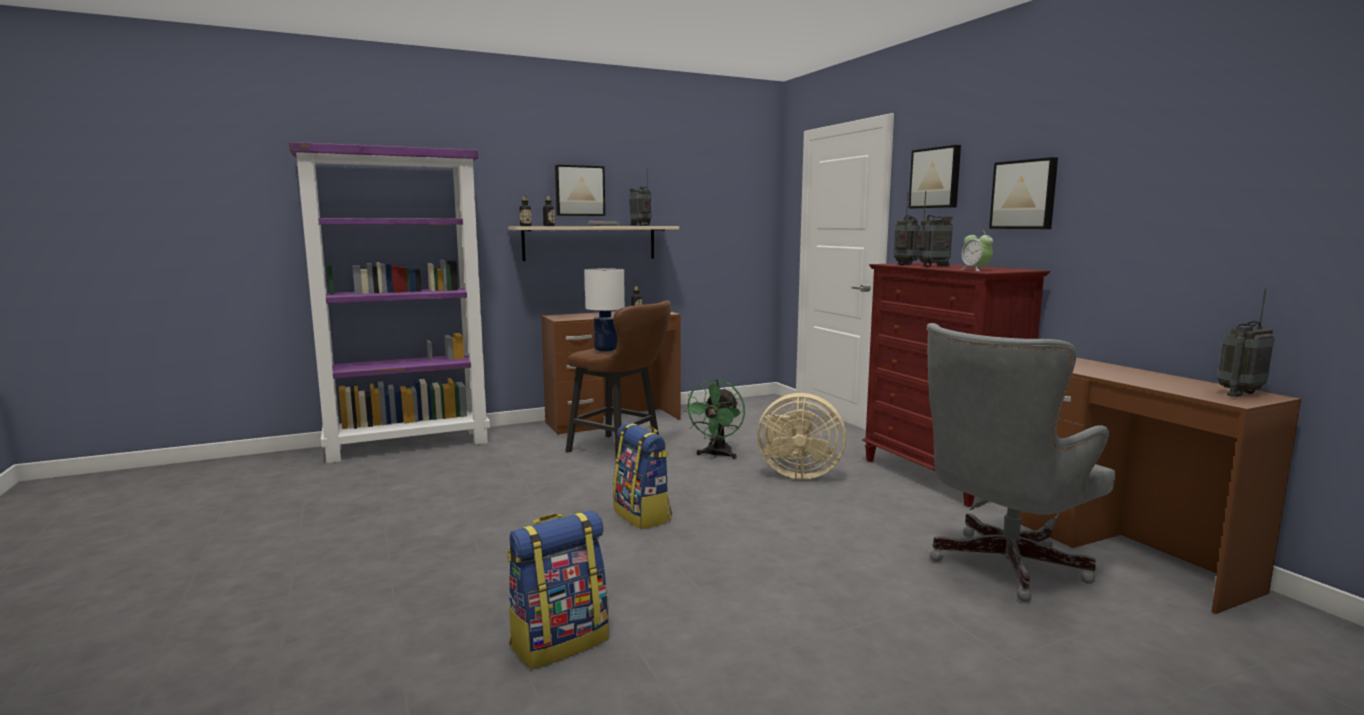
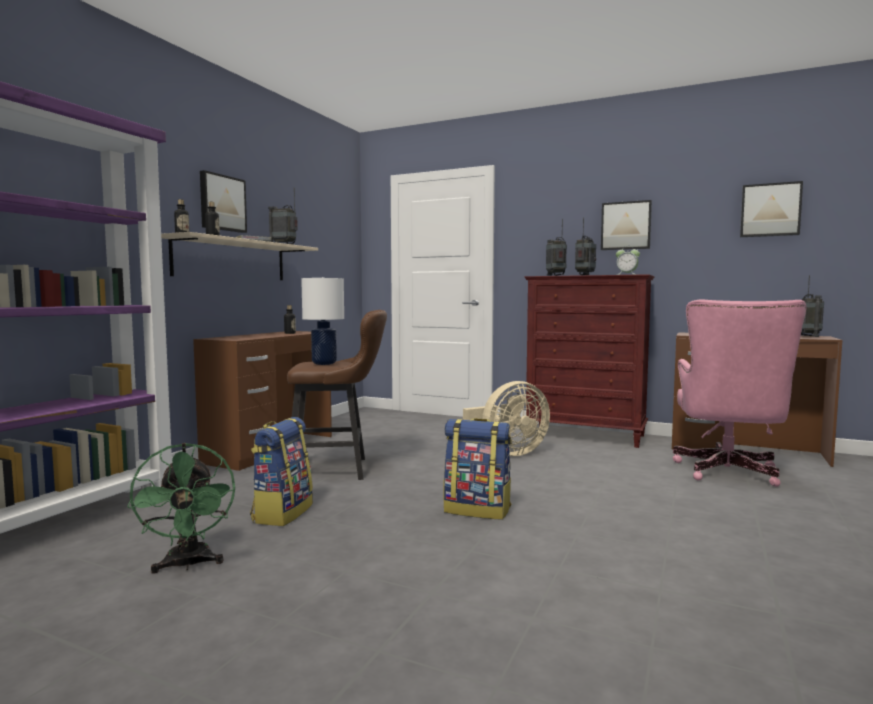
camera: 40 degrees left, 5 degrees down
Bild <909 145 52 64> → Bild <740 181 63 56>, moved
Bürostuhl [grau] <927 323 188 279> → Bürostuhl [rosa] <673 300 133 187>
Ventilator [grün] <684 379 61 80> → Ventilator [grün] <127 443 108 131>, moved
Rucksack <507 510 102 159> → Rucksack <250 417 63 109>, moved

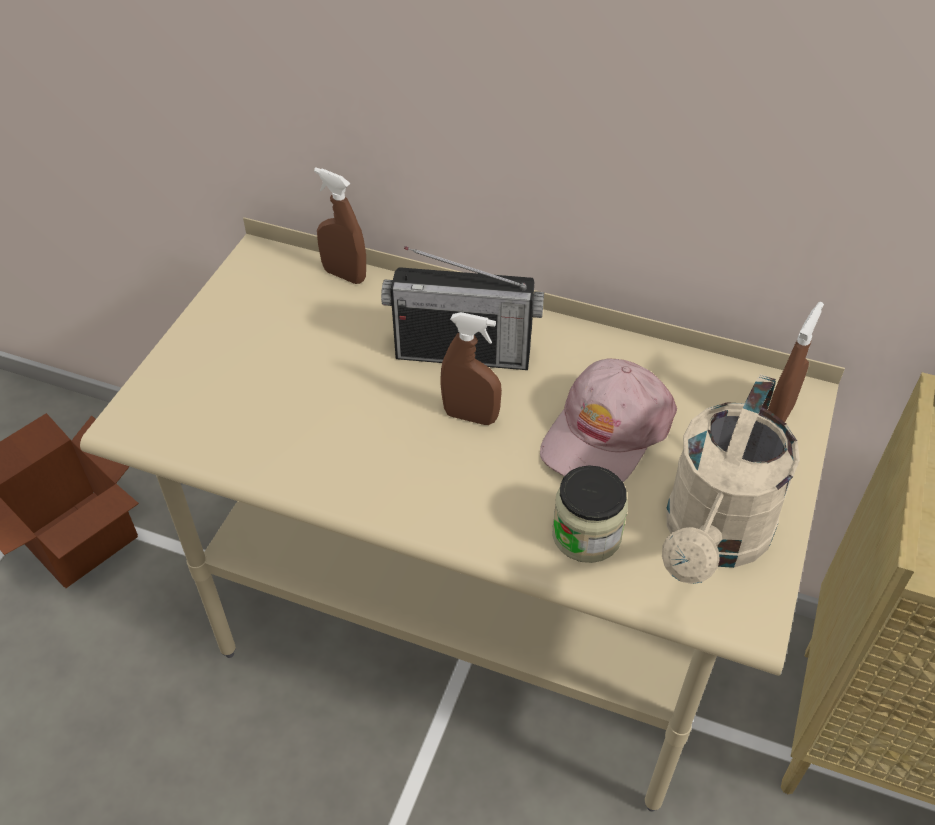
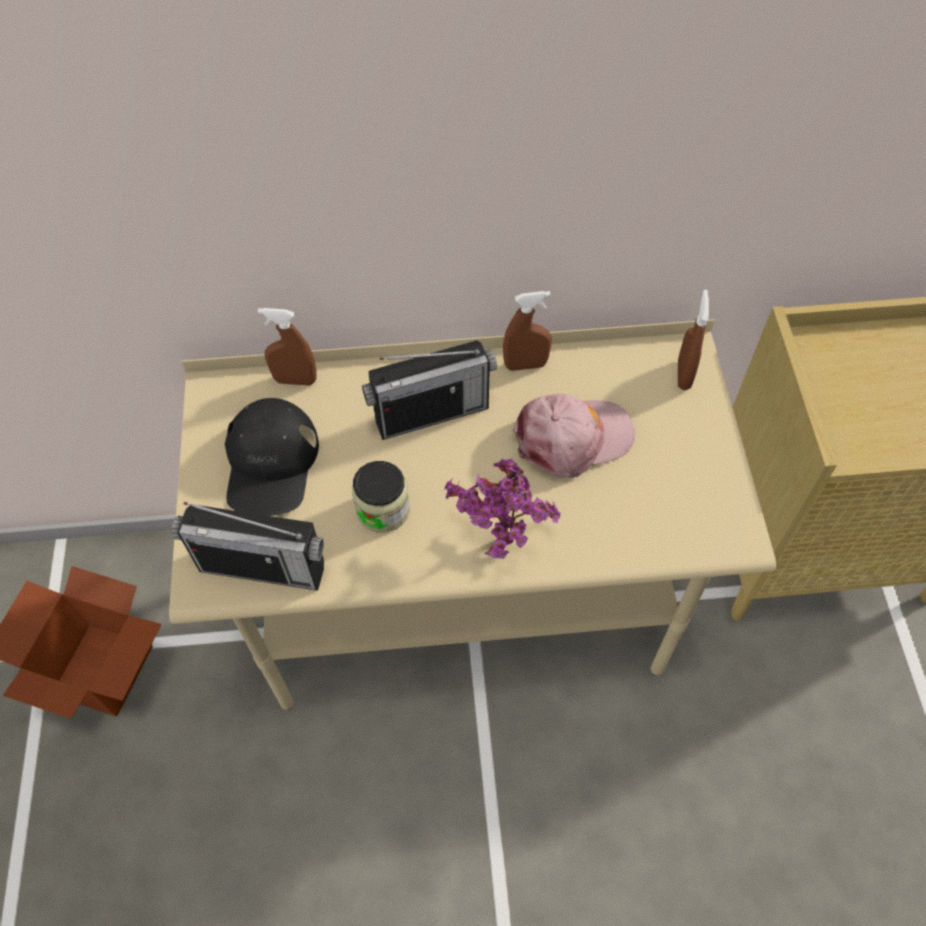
camera: 25 degrees left, 10 degrees up
Sprühflasche [braun] <440 312 62 113> → Sprühflasche [braun] <503 291 49 80>, moved
Kappe [rosa] <540 358 137 124> → Kappe [rosa] <513 394 122 84>, 120 degrees counterclockwise
Gießkanne [beige] <662 374 138 210> → -
Vorratsglas <552 465 76 98> → Vorratsglas <352 461 58 72>, moved
- → Kappe [schwarz] <225 398 94 118>
- → Topfpflanze <445 459 115 100>
- → Radio <172 502 152 89>

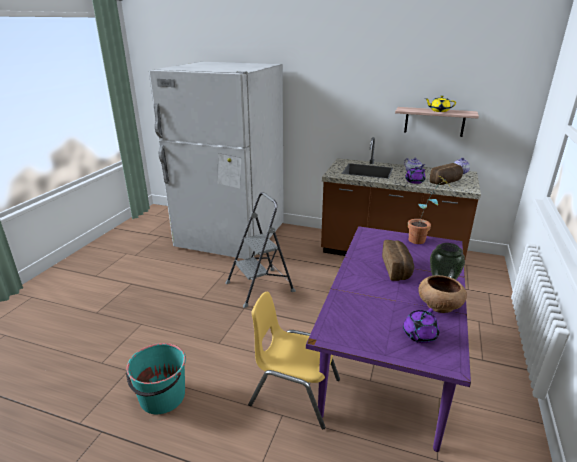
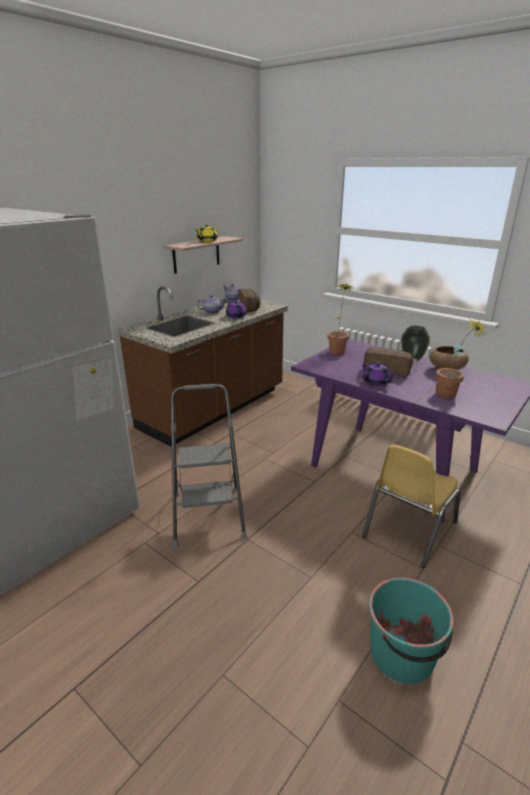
camera: 70 degrees left, 0 degrees up
Teekanne [lila] <403 308 37 35> → Teekanne [lila] <362 362 34 24>, moved
- → Topfpflanze <436 319 51 79>

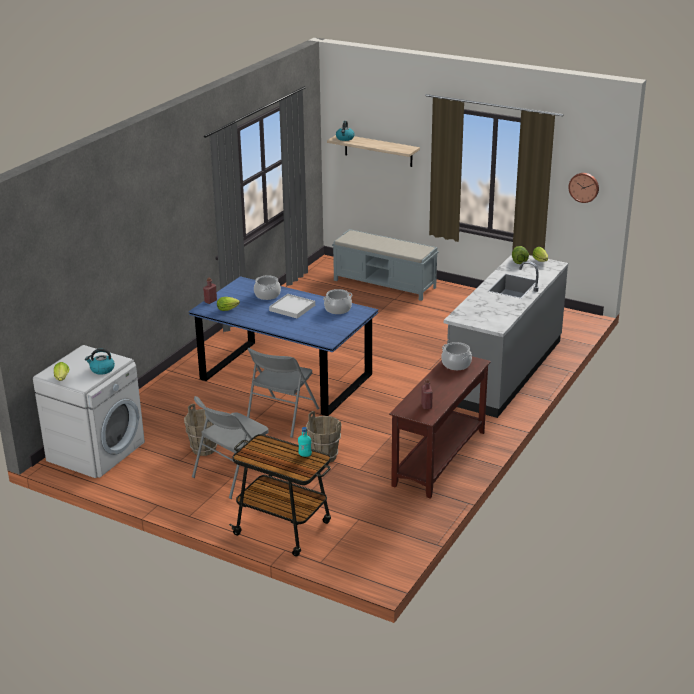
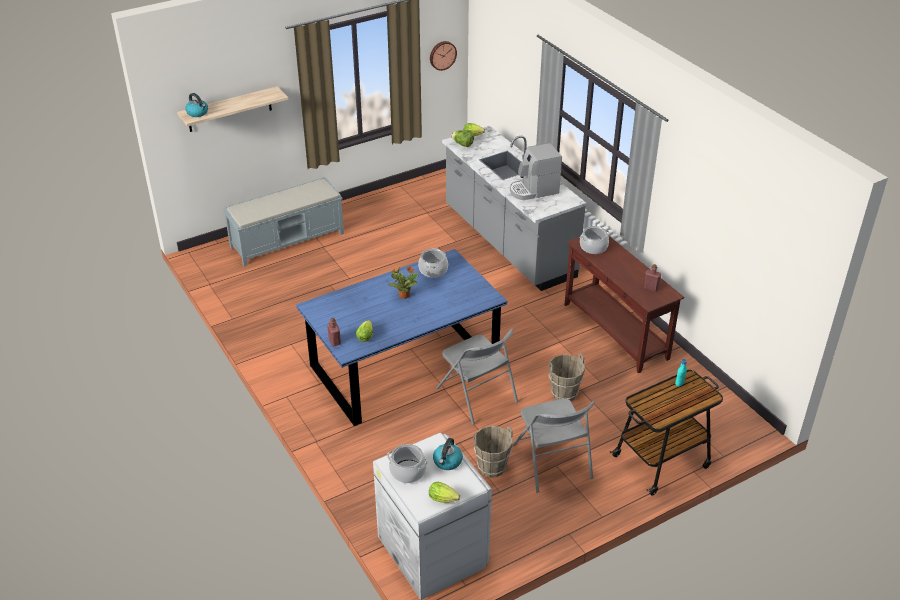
camera: 60 degrees left, 10 degrees up
Kochtopf <254 276 27 24> → Kochtopf <387 444 41 39>, moved
Tablett [weiß] <269 294 46 24> → Topfpflanze <389 266 29 33>
- → Kaffeemaschine <510 143 52 57>

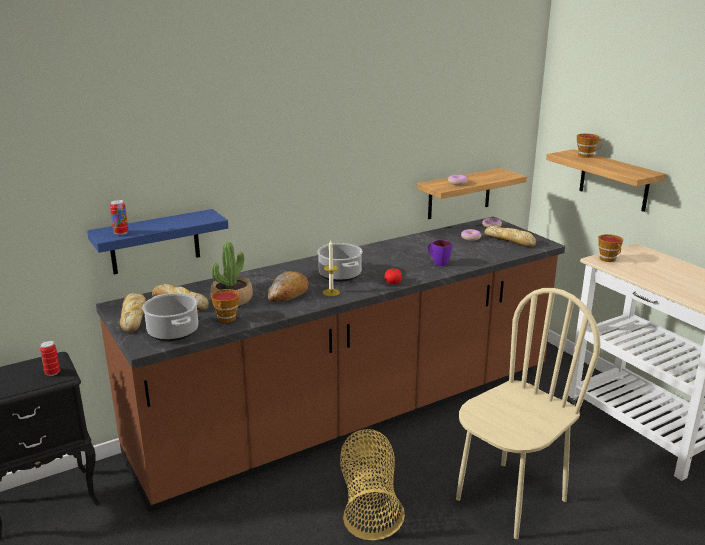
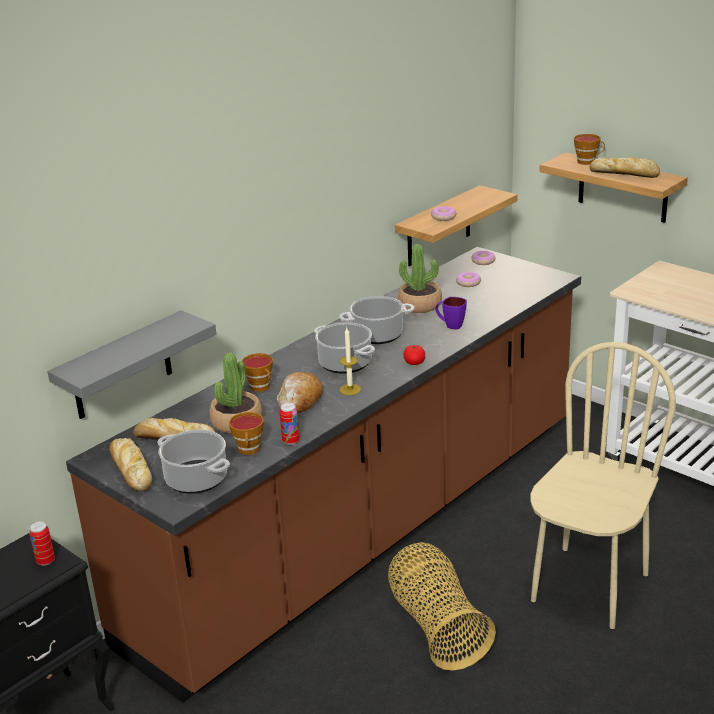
camera: 15 degrees left, 5 degrees up
Dose <110 200 18 35> → Dose <280 403 20 42>, moved
Wandregal [blau] <87 209 141 65> → Wandregal [grau] <47 310 169 109>
Brot <484 225 52 22> → Brot <590 157 70 21>, moved
Tasse <598 234 25 28> → Tasse <242 353 31 39>, moved
- → Topfpflanze <398 244 44 69>
- → Kochtopf <339 296 75 48>

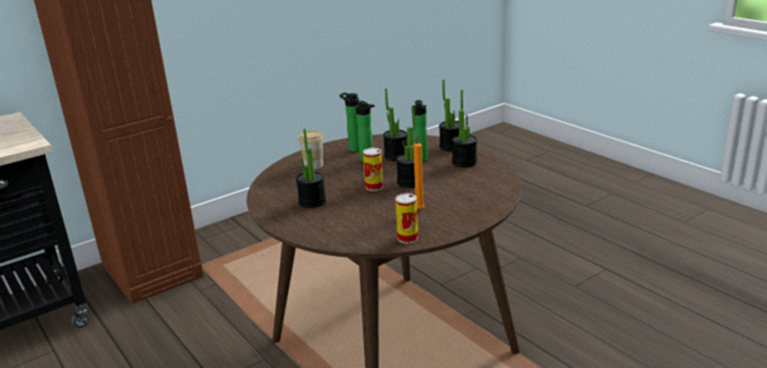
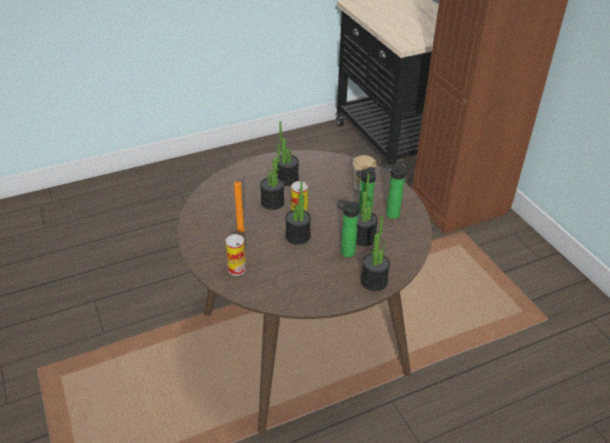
camera: 100 degrees right, 15 degrees up
Topfpflanze <452 90 25 77> → Topfpflanze <260 144 25 66>, moved
Dose <395 193 23 51> → Dose <226 234 20 42>, moved

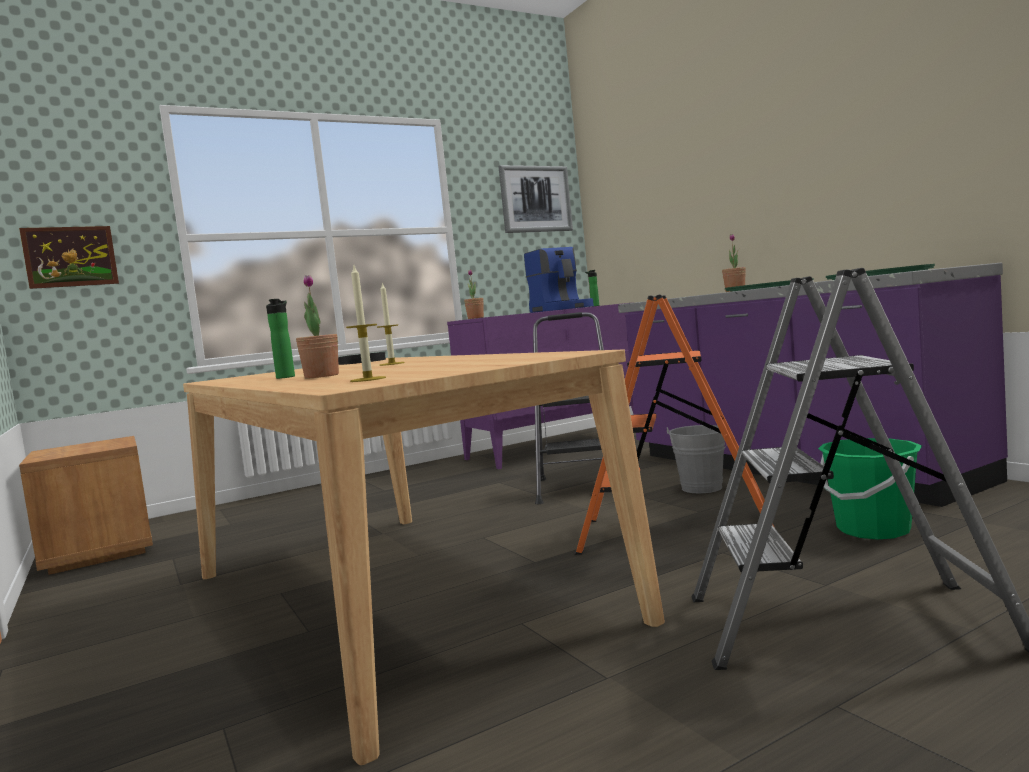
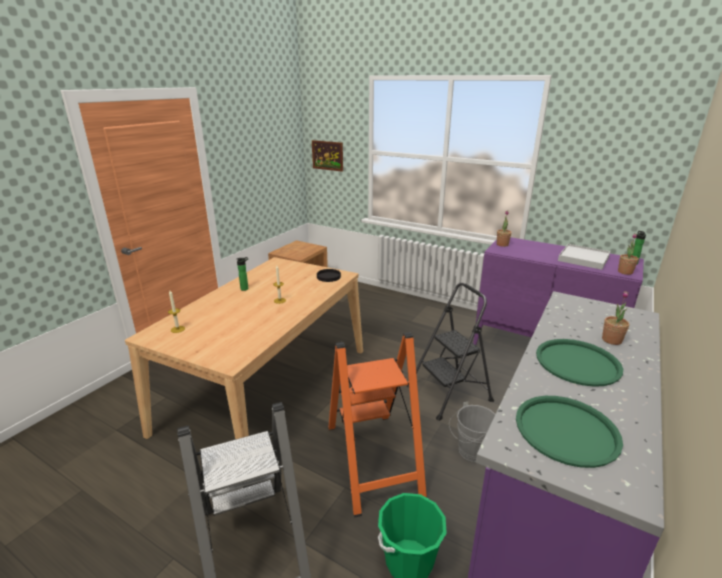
camera: 60 degrees right, 20 degrees up
Bild <498 165 75 68> → -
Kaffeemaschine <524 247 70 66> → Tablett [weiß] <558 244 52 26>
Topfpflanze <296 275 43 104> → Topfpflanze <618 233 21 42>, moved

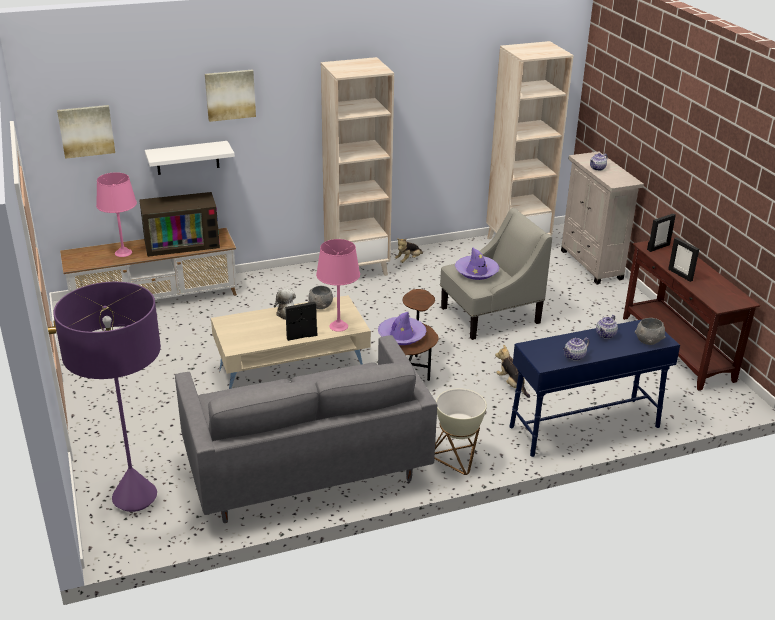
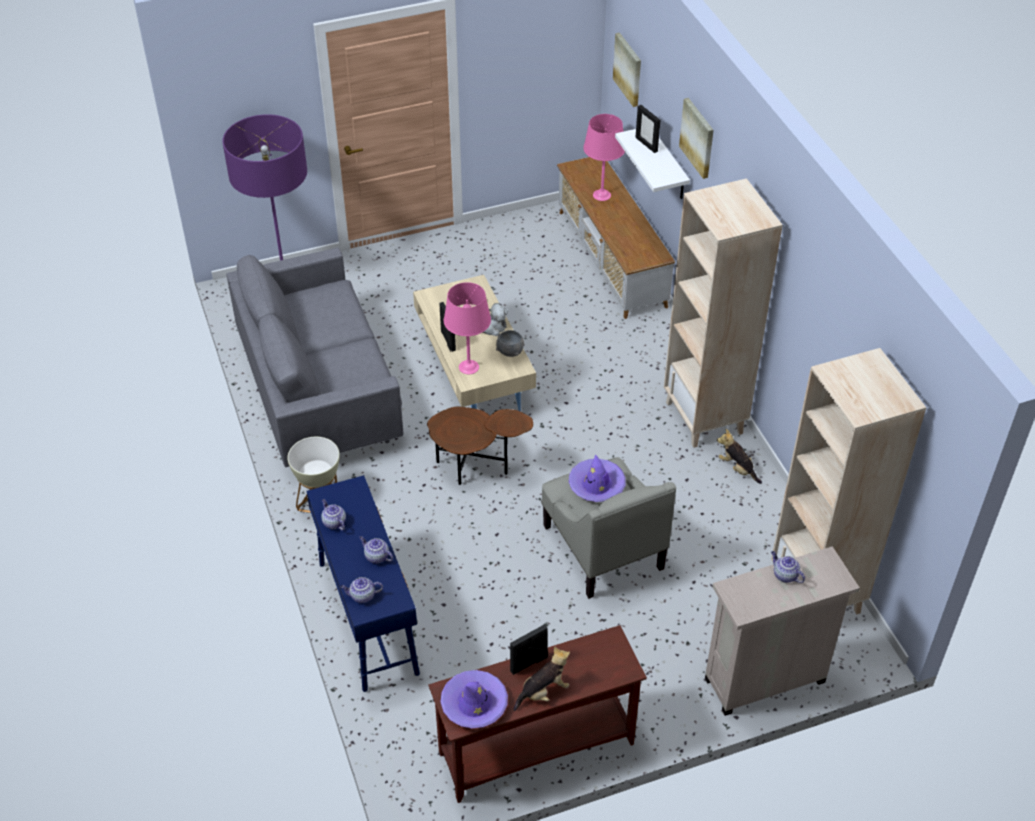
camera: 90 degrees right, 15 degrees up
Fernseher <139 192 81 65> → -
Bilderrahmen <647 214 29 38> → Bilderrahmen <635 105 25 48>, moved
Hut [lila] <378 312 48 33> → Hut [lila] <441 670 67 58>, moved
Schüssel [grau] <635 318 31 27> → Teekanne <340 577 43 26>
Plüschtier <495 344 35 54> → Plüschtier <514 646 56 65>, moved

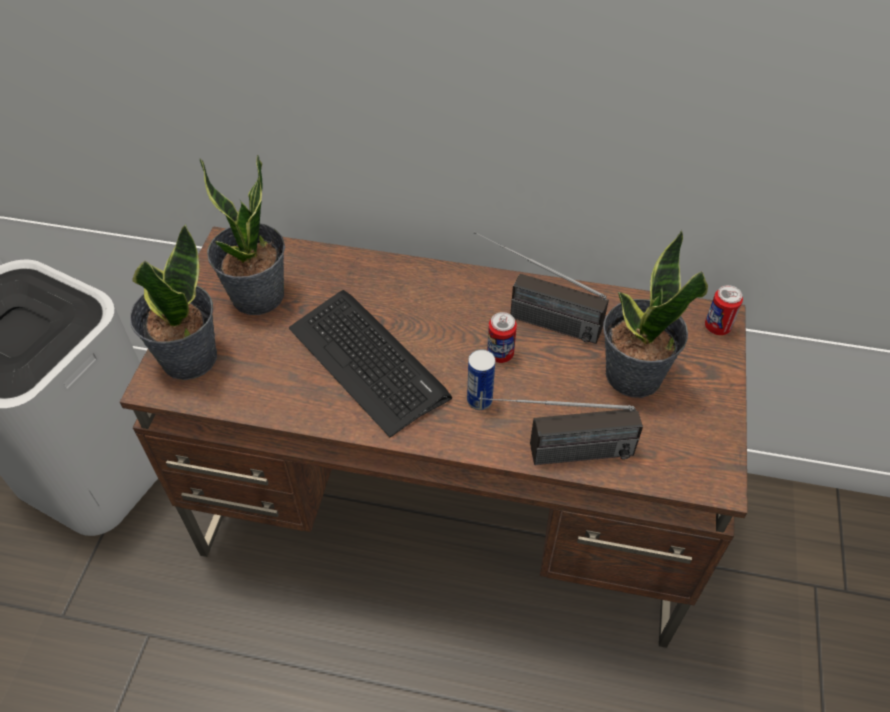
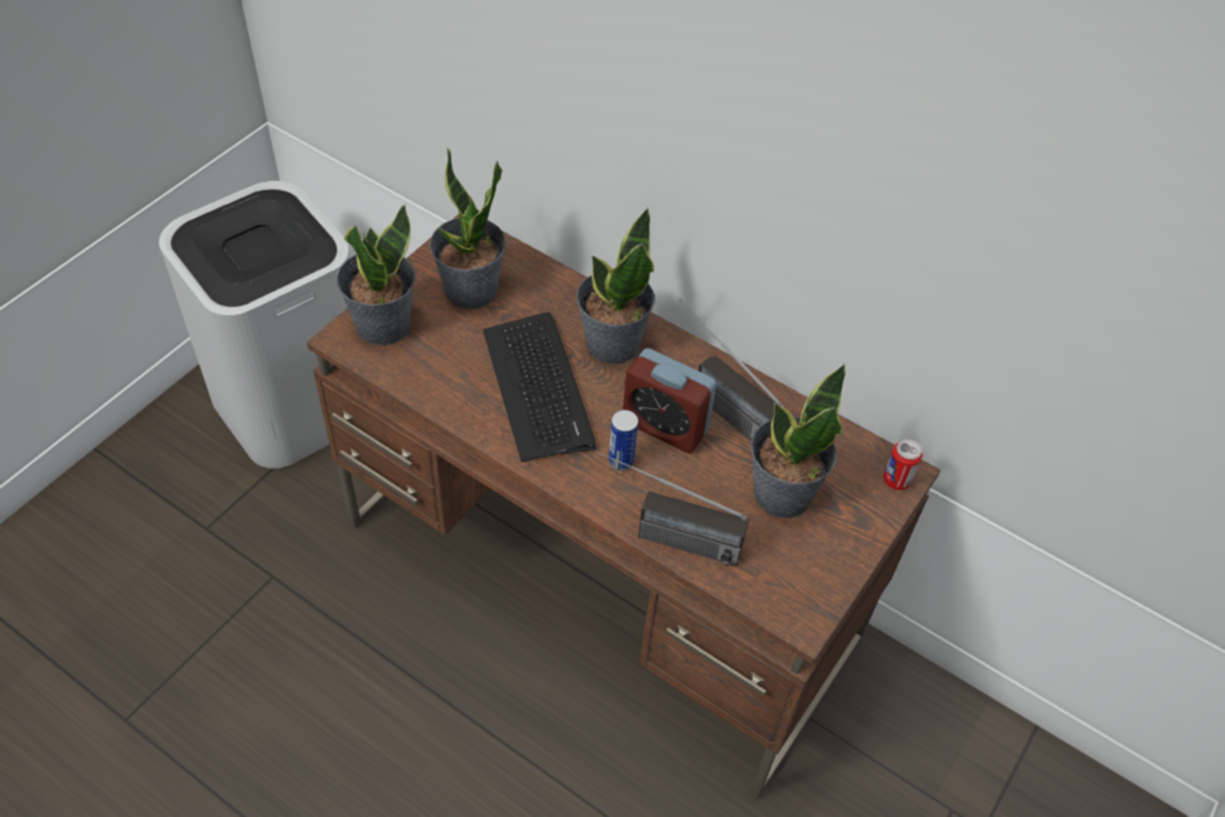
camera: 20 degrees right, 0 degrees up
Dose <487 312 30 51> → Wecker <623 348 94 105>
- → Topfpflanze <576 208 79 156>

